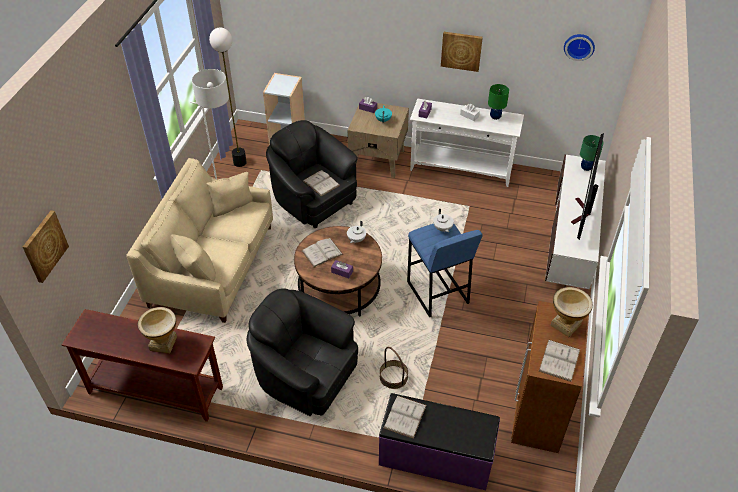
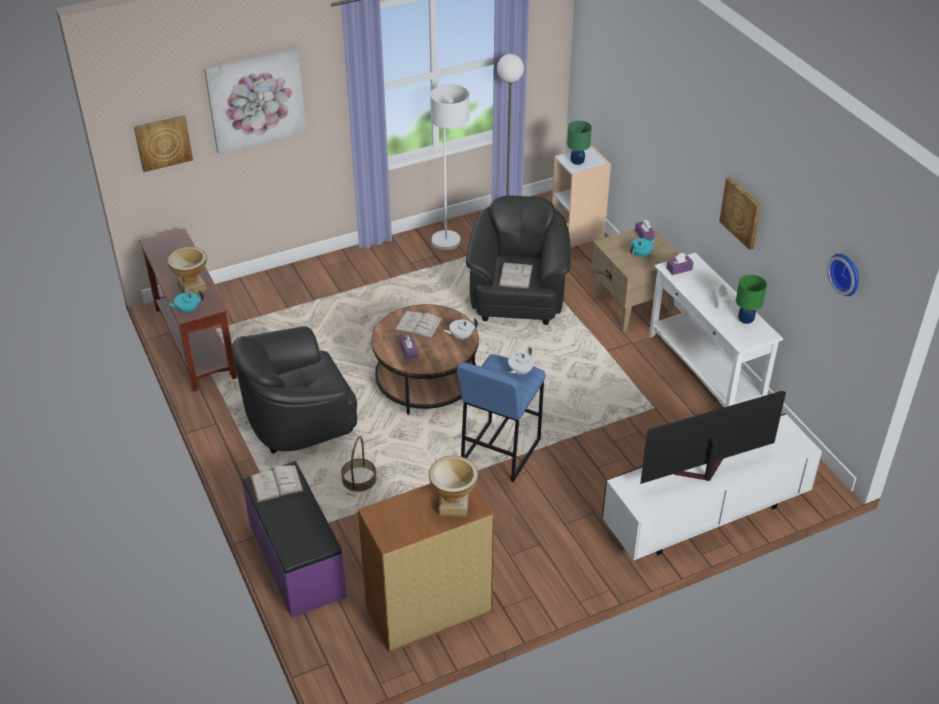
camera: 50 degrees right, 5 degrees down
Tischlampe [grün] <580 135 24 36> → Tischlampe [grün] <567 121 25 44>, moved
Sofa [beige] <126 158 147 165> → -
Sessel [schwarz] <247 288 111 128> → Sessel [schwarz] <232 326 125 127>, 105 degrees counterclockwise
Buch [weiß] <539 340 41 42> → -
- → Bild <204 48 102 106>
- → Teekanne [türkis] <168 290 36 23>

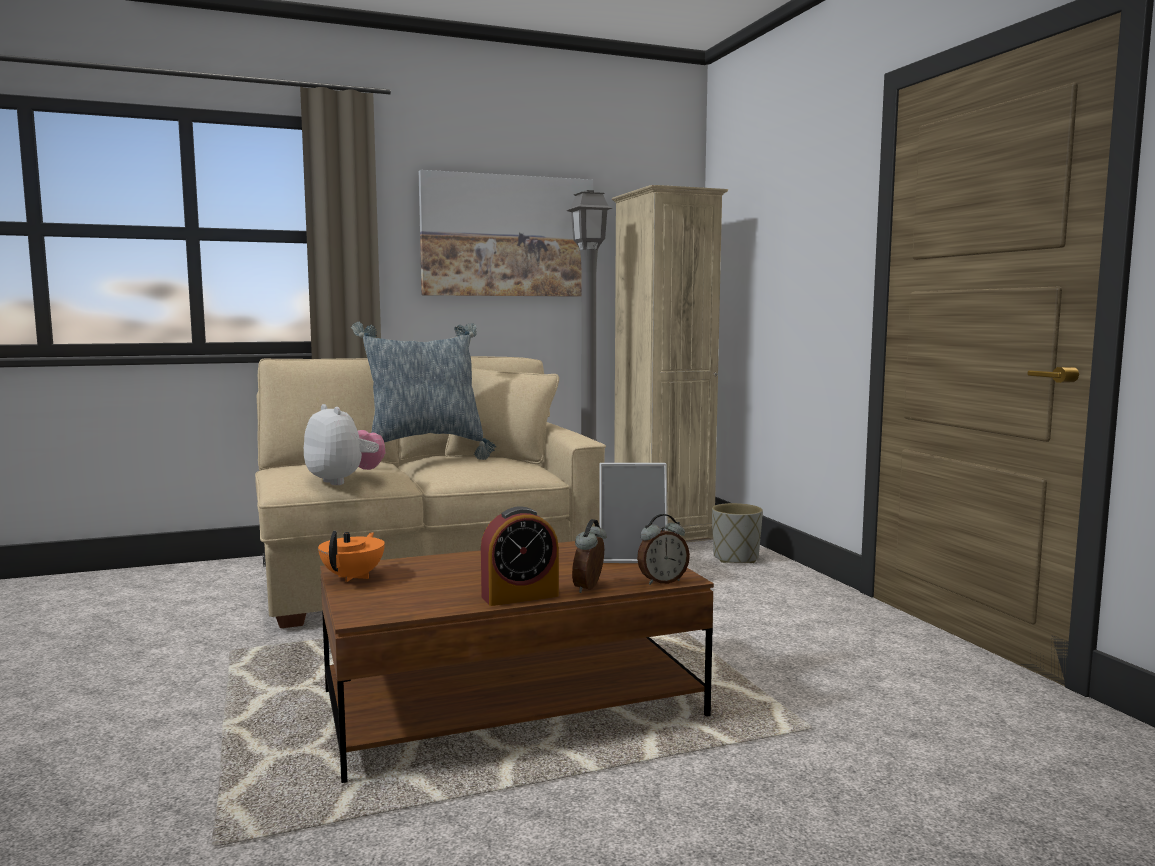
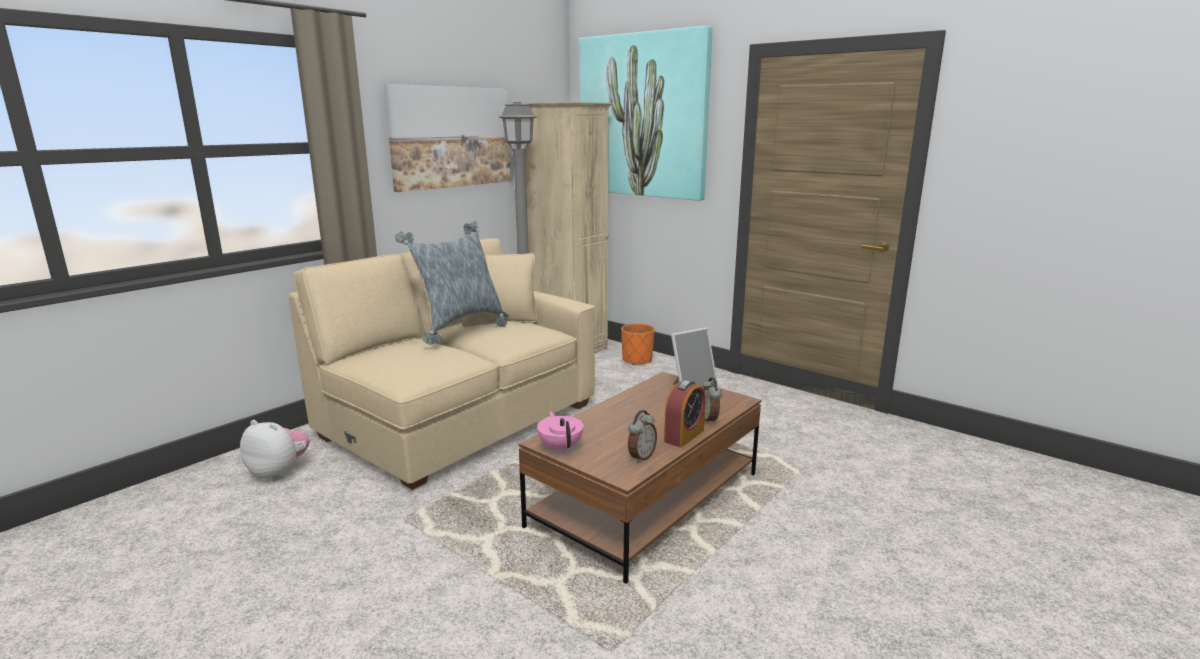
camera: 30 degrees left, 10 degrees up
Plüschtier <304 404 81 81> → Plüschtier <240 420 70 60>, moved
Pflanzkübel [grau] <712 503 51 60> → Pflanzkübel [orange] <621 323 34 42>
Wecker <637 514 53 71> → Wecker <628 410 29 53>, moved
Teekanne [orange] <318 531 67 51> → Teekanne [rosa] <537 411 47 42>
- → Bild <579 25 134 176>

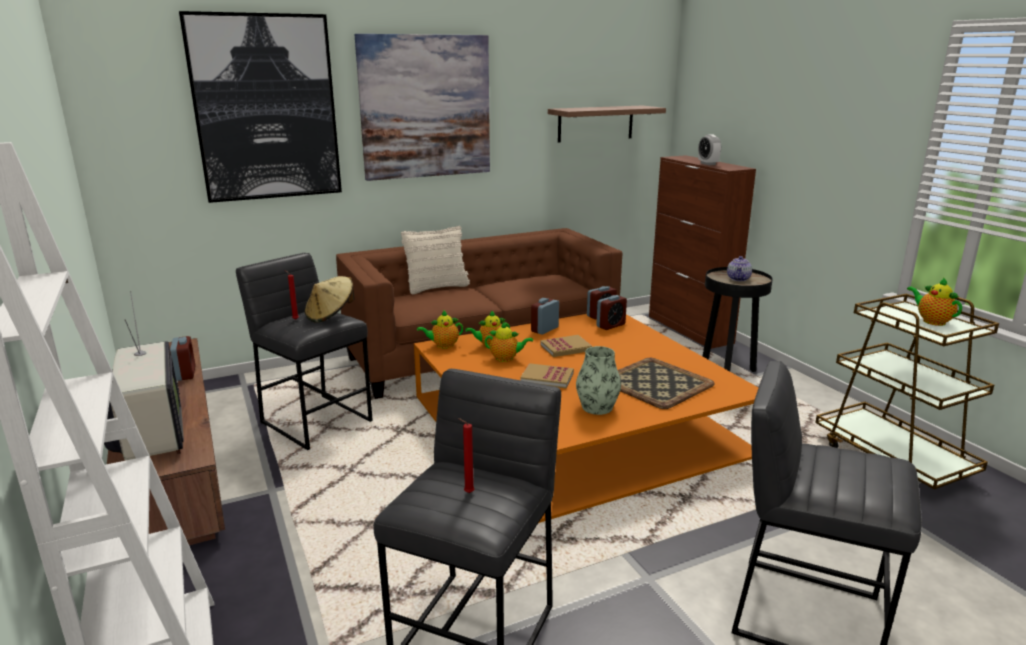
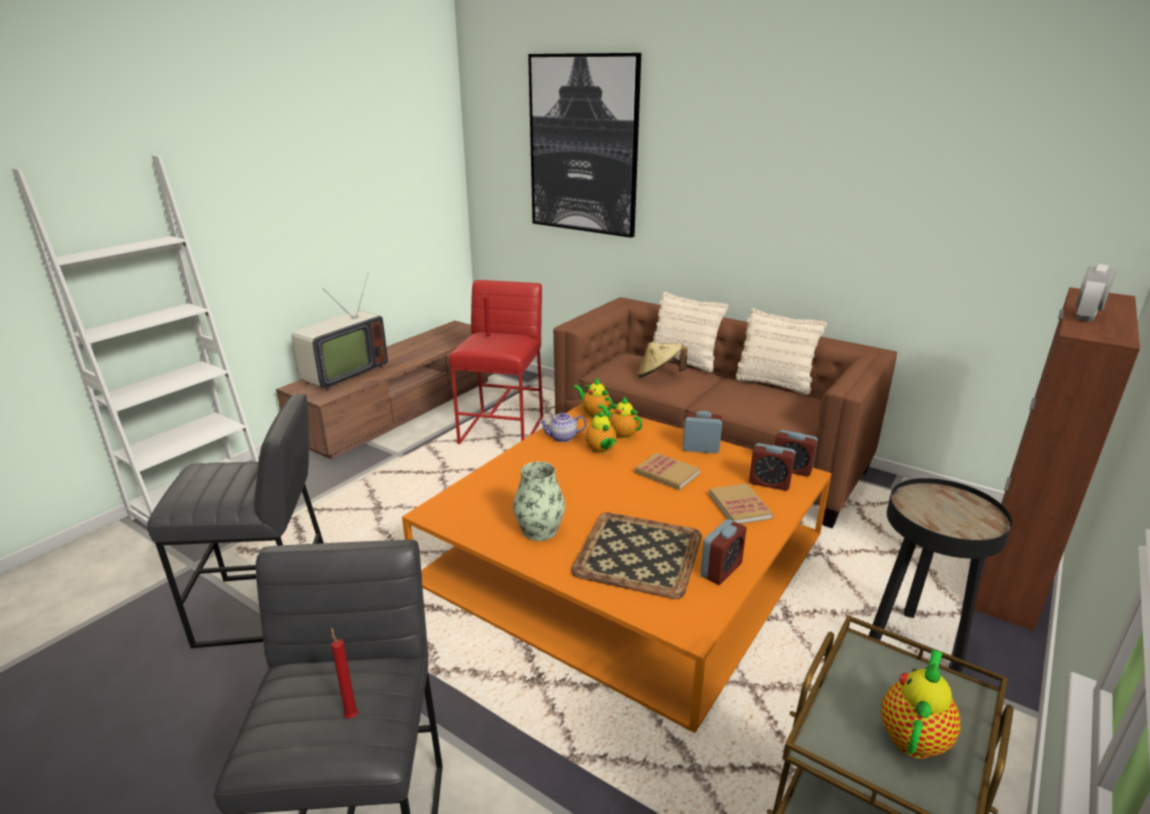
camera: 60 degrees right, 5 degrees up
Bild <354 34 136 147> → -
Wandregal <548 105 118 38> → -
Hocker [grau] <236 253 137 197> → Hocker [rot] <449 280 94 164>
Teekanne <727 256 25 25> → Teekanne <539 412 47 30>, moved
Hut [beige] <305 276 50 47> → Hut [beige] <638 343 50 34>, moved
Wecker <170 336 26 45> → Wecker <700 519 47 66>, moved
Buch <520 363 54 26> → Buch <709 483 65 41>, moved
Kerze [rot] <458 418 16 75> → Kerze [rot] <331 627 27 92>, moved
- → Kissen [beige] <736 308 91 87>

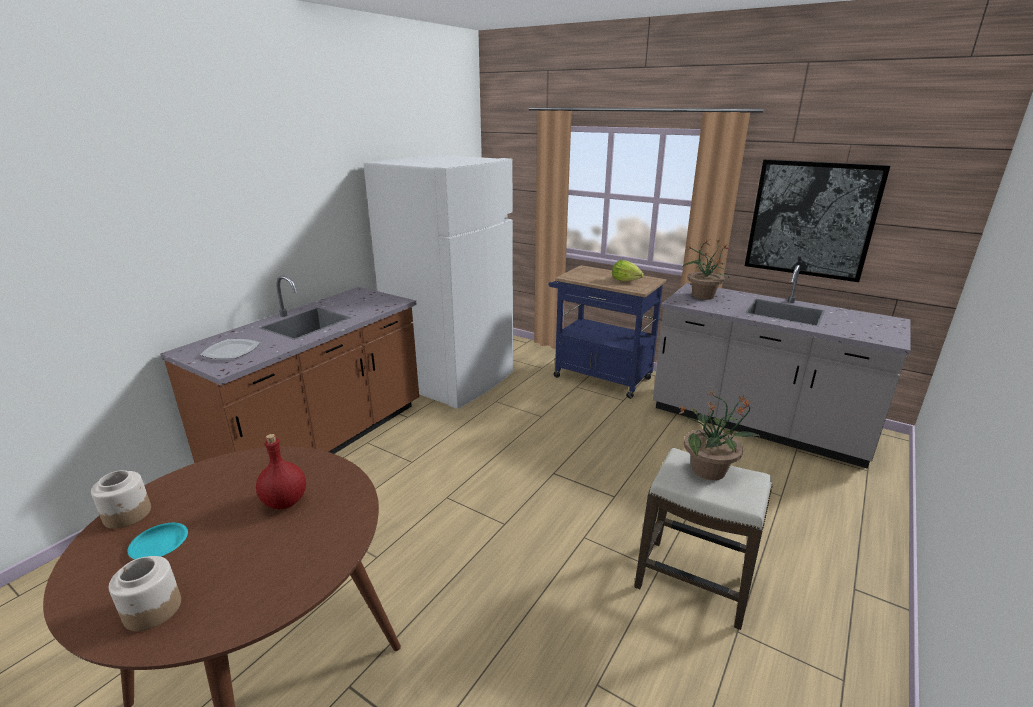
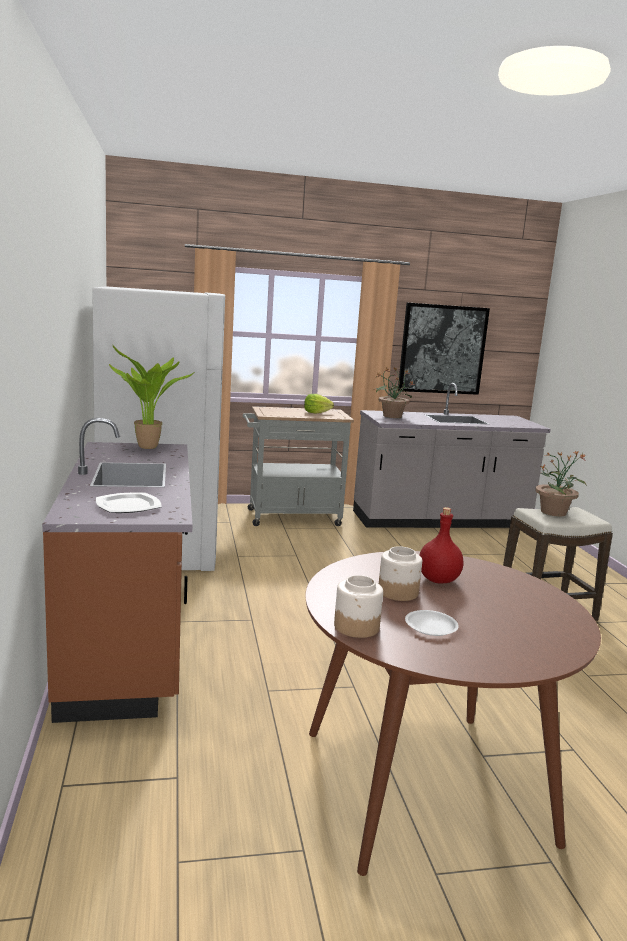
camera: 45 degrees left, 10 degrees down
Rollwagen [blau] <548 265 119 134> → Rollwagen [grau] <243 406 111 120>
Teller [türkis] <128 523 60 36> → Teller [weiß] <405 610 54 26>
Vorratsglas <109 556 72 76> → Vorratsglas <379 546 43 55>, moved
- → Topfpflanze <109 345 85 104>

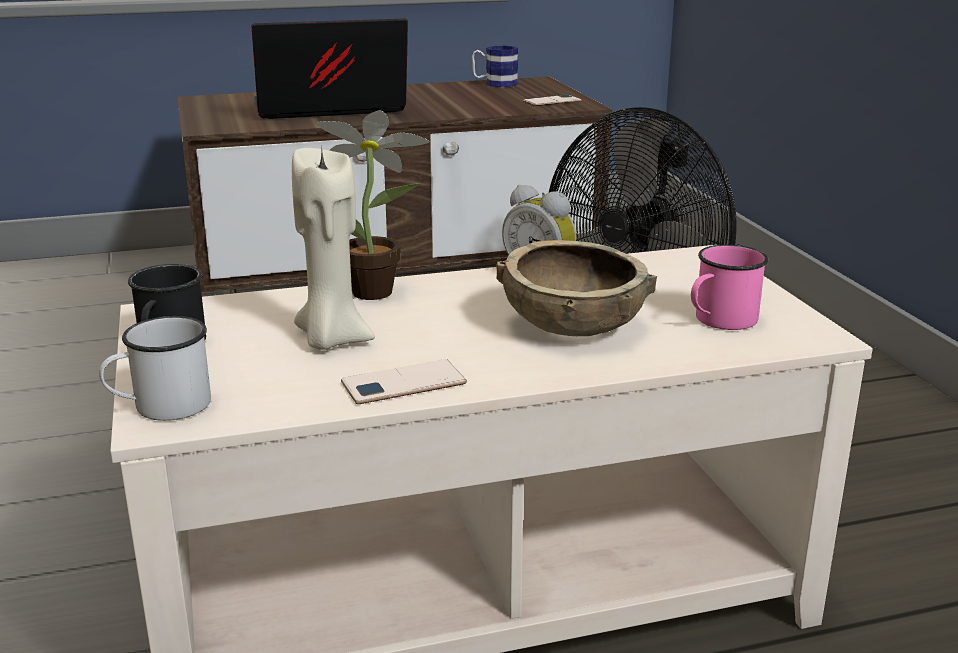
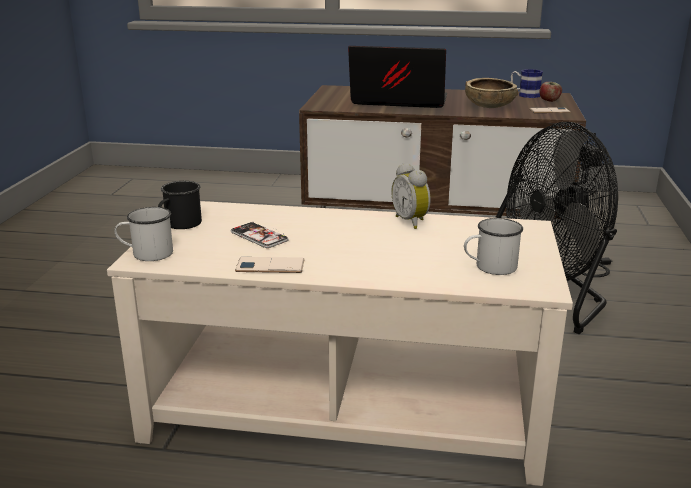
camera: 25 degrees right, 0 degrees up
Topfpflanze <316 110 114 190> → -
Kerze [beige] <292 148 83 202> → Handy <231 221 58 27>
Schüssel [braun] <496 240 161 96> → Schüssel [braun] <465 78 53 30>, moved
Henkelbecher [rosa] <691 244 77 86> → Henkelbecher [weiß] <464 218 59 57>
- → Apfel <540 82 22 20>

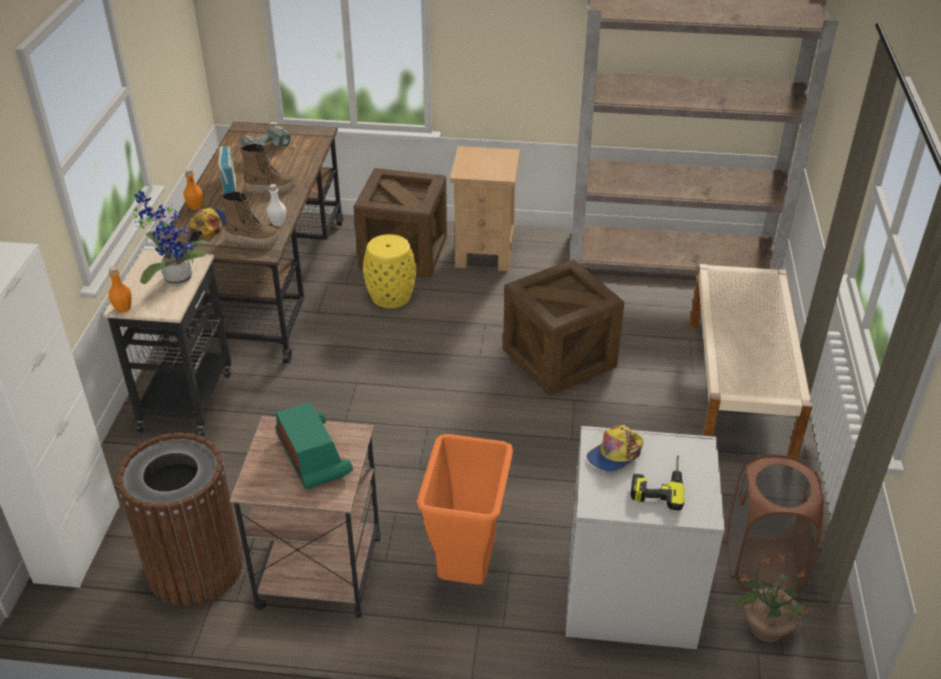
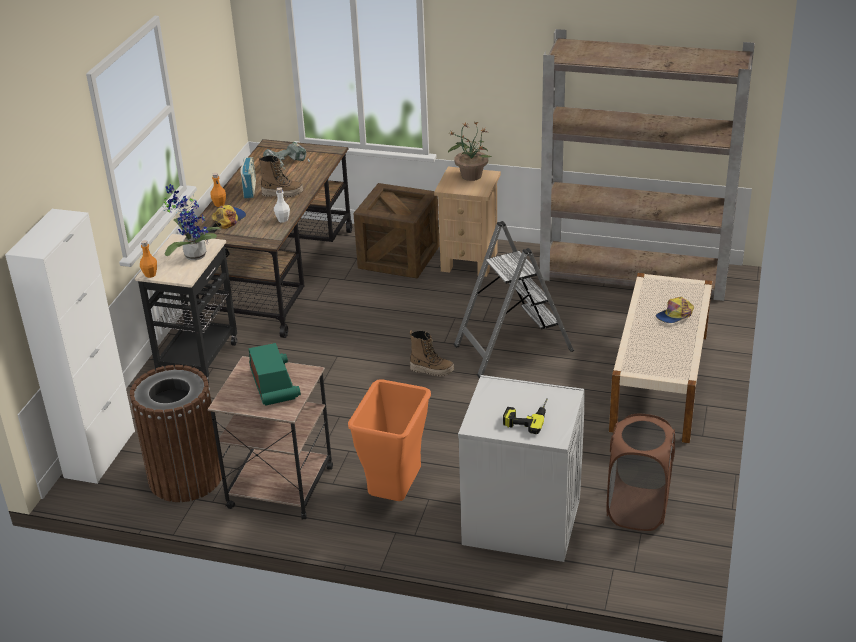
camera: 10 degrees right, 5 degrees down
Stiefel <220 192 60 54> → Stiefel <410 331 44 45>, moved
Hocker [gelb] <363 234 53 74> → -
Kiste <503 259 122 137> → Trittleiter [grau] <453 221 122 157>
Kappe <587 425 56 47> → Kappe <656 297 38 26>, moved
Topfpflanze <737 554 75 89> → Topfpflanze <448 121 44 60>, moved

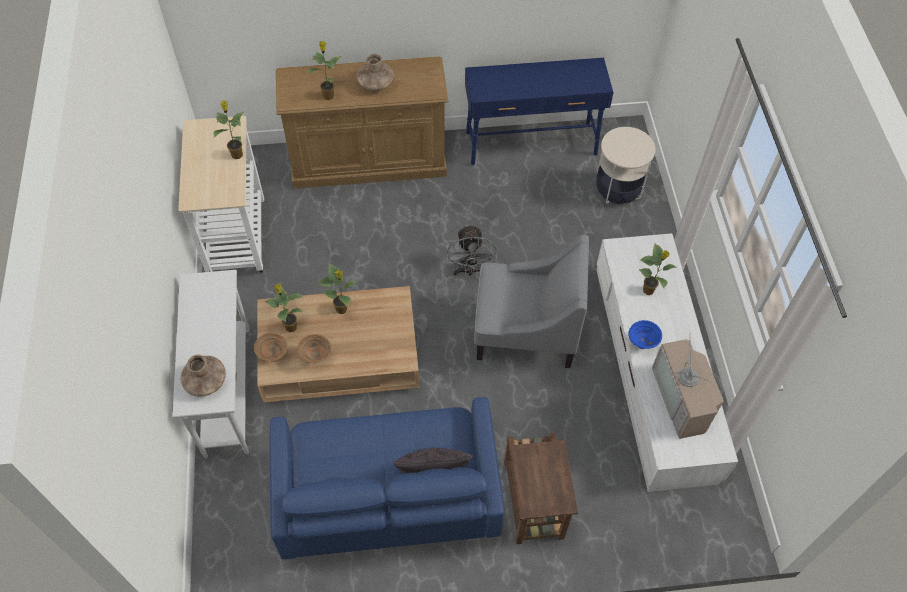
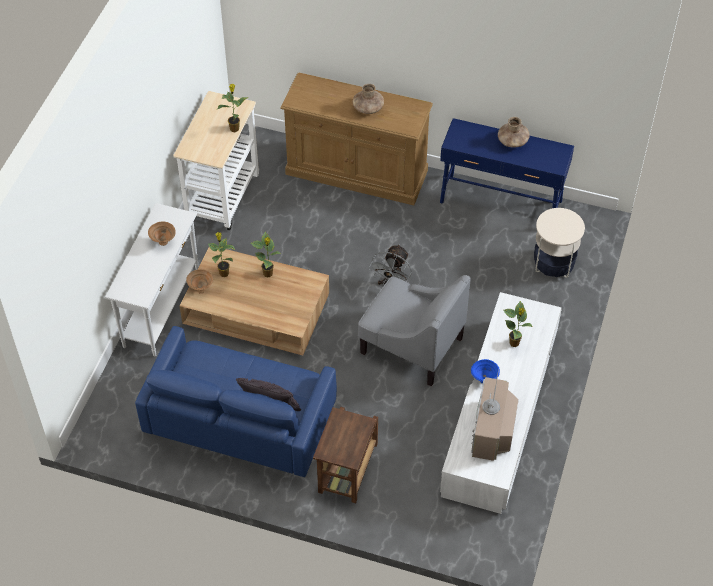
camera: 25 degrees right, 5 degrees down
Topfpflanze <308 41 33 59> → -
Schüssel [braun] <297 334 34 29> → Schüssel [braun] <148 221 28 25>, moved
Vase [braun] <181 355 45 41> → Vase [braun] <498 117 32 31>, moved

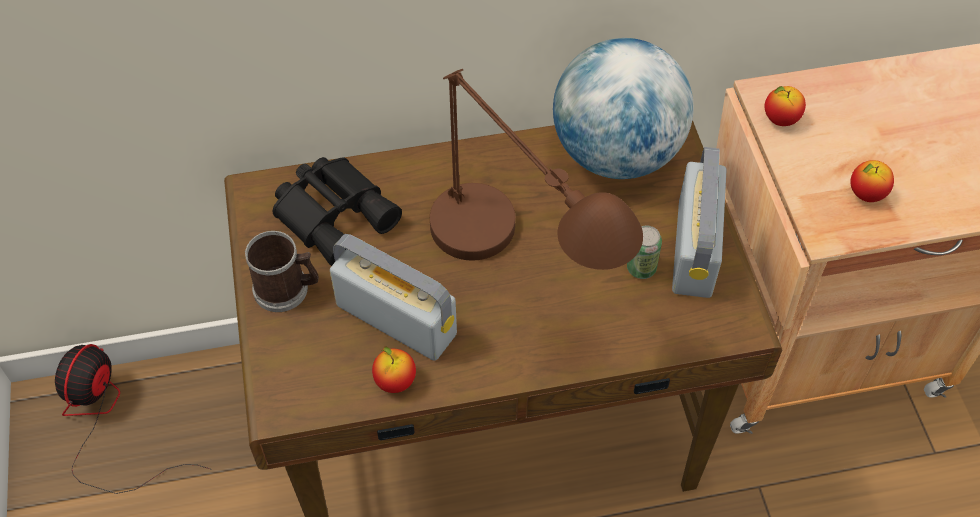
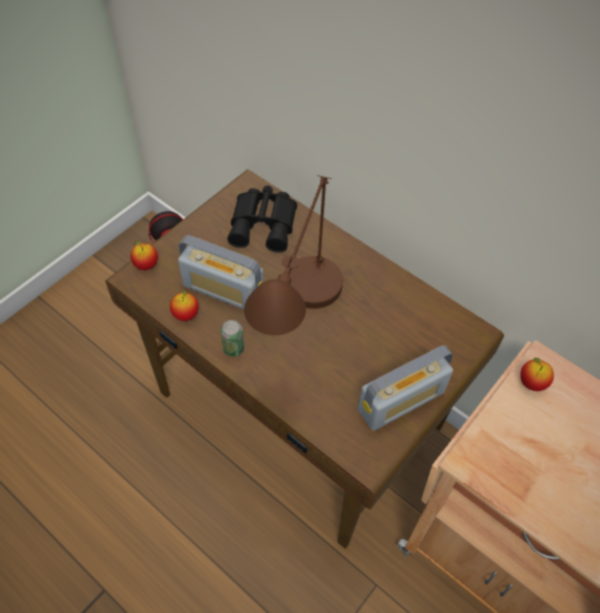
camera: 50 degrees right, 0 degrees up
Globus <553 38 141 141> → -
Apfel <850 160 44 42> → Apfel <130 241 28 29>, moved
Dose <627 225 35 54> → Dose <221 320 23 37>, moved
Henkelbecher <245 231 74 81> → -
Radio <330 234 127 127> → Radio <178 235 86 75>, 120 degrees clockwise

